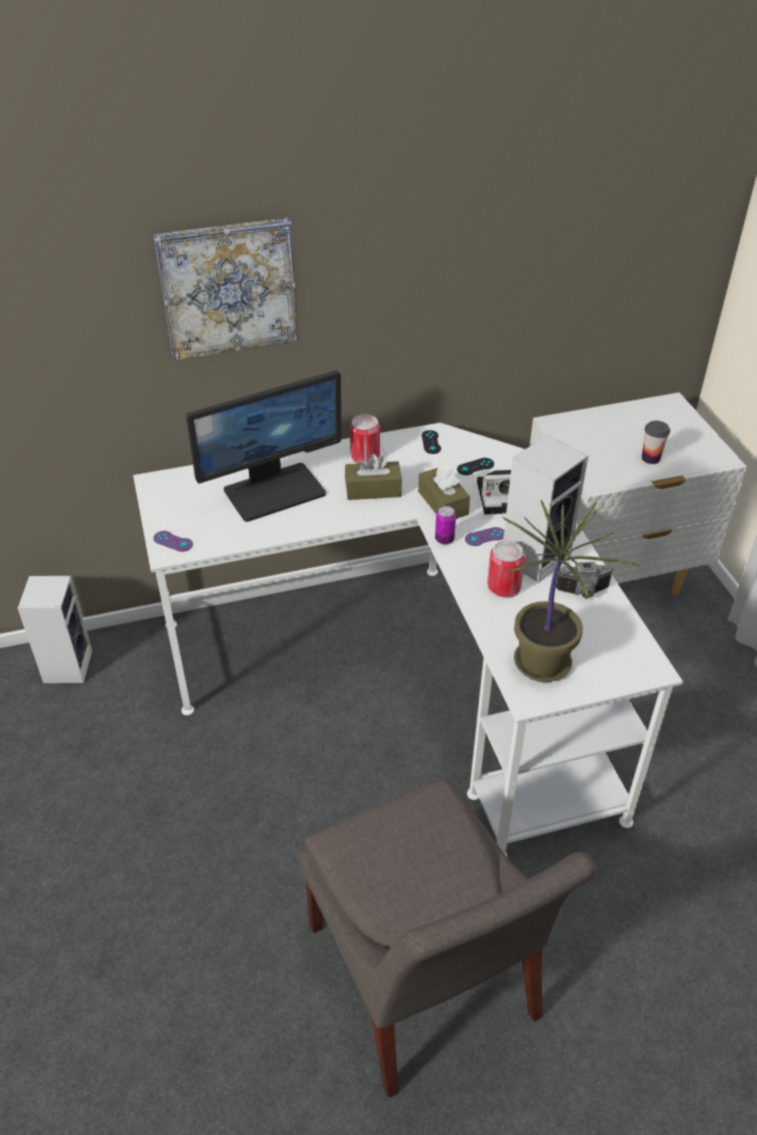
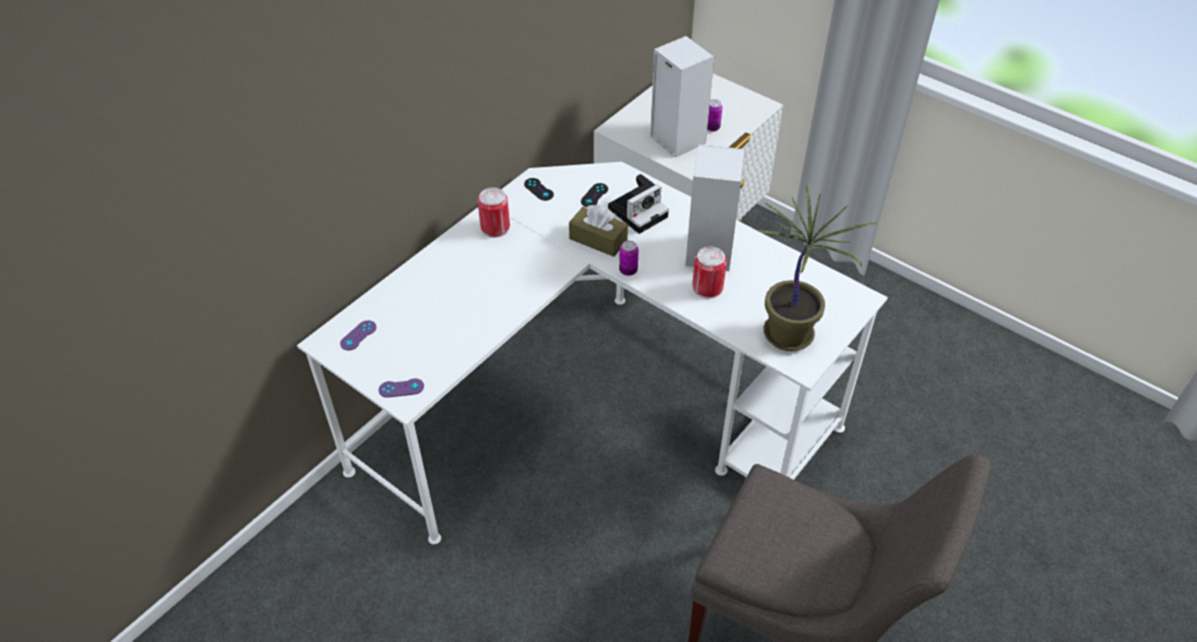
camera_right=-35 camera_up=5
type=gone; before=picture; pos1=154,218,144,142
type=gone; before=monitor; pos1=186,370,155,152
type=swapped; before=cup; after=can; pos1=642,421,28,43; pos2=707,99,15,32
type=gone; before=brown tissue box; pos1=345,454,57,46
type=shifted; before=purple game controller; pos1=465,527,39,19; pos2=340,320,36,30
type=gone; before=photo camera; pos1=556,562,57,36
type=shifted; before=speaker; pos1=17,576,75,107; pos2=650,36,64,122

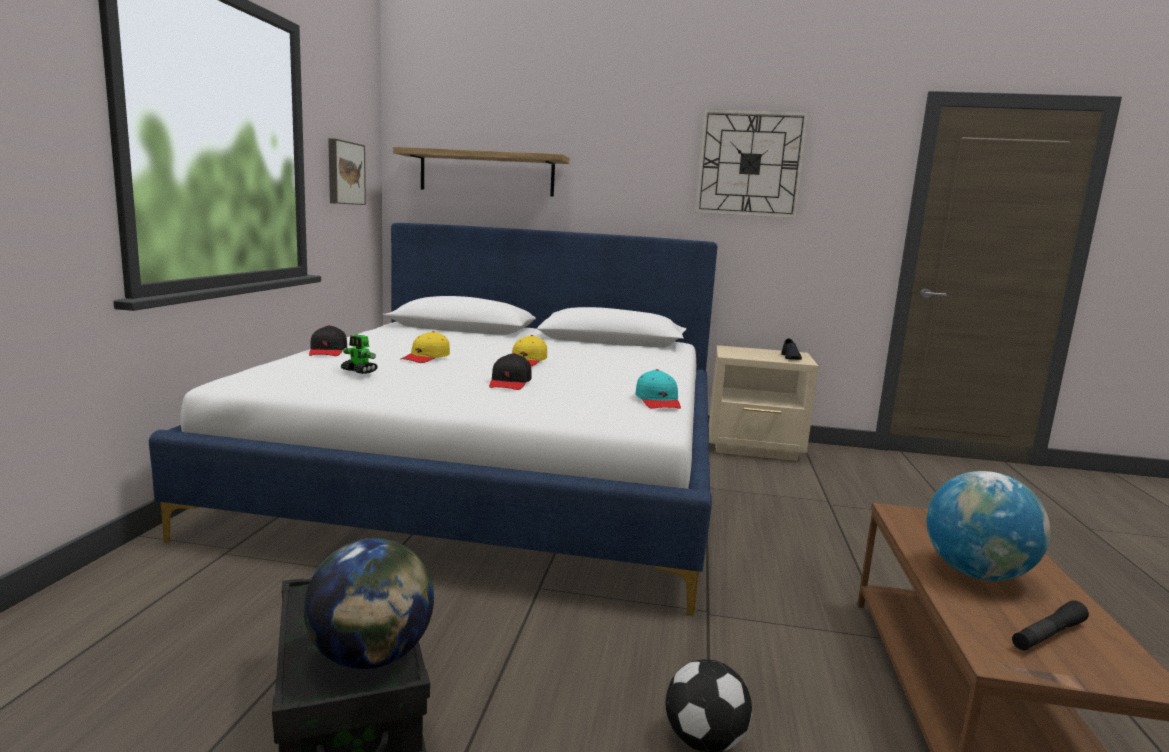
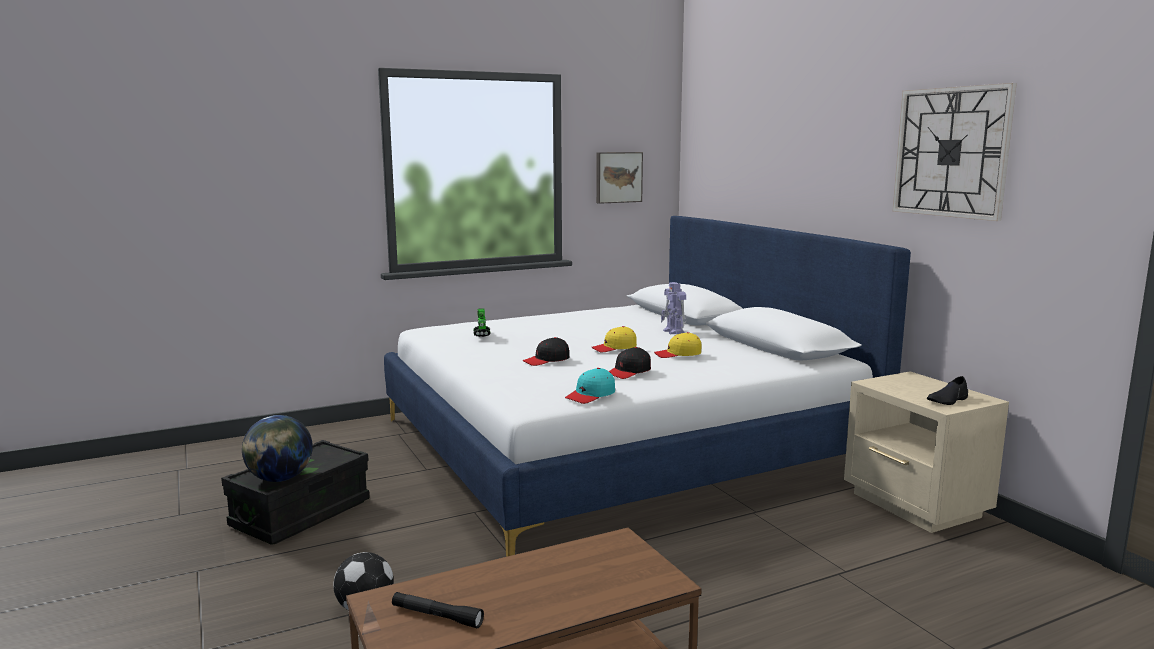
camera_right=55 camera_up=0
type=gone; before=shelf; pos1=393,147,176,49
type=shifted; before=black cap; pos1=309,325,38,31; pos2=609,347,42,32
type=shifted; before=yellow cap; pos1=401,331,49,32; pos2=654,332,48,26
type=gone; before=globe; pos1=926,471,124,110
type=new; after=toy robot; pos2=661,282,25,52

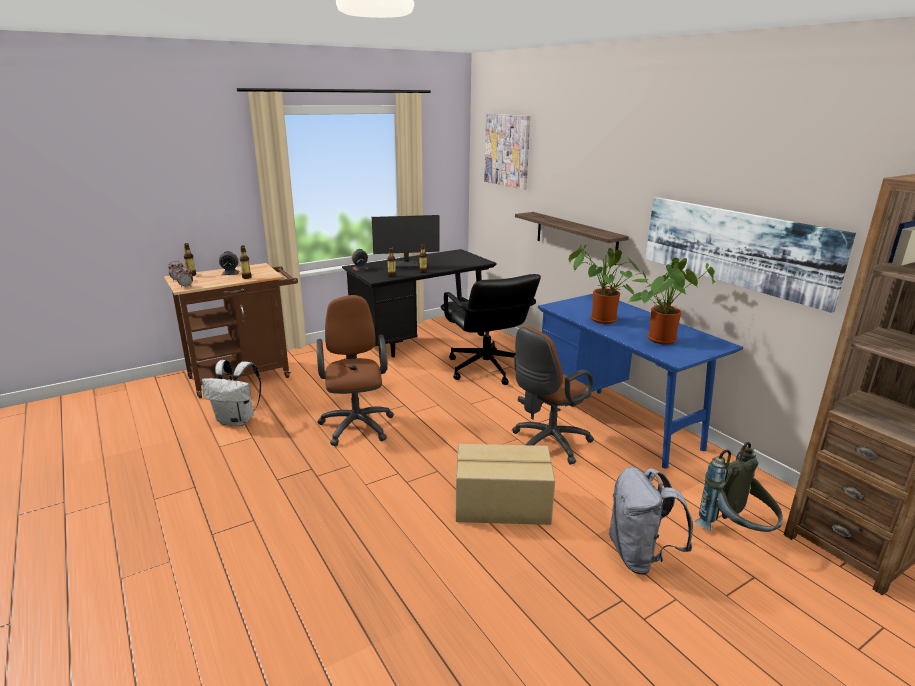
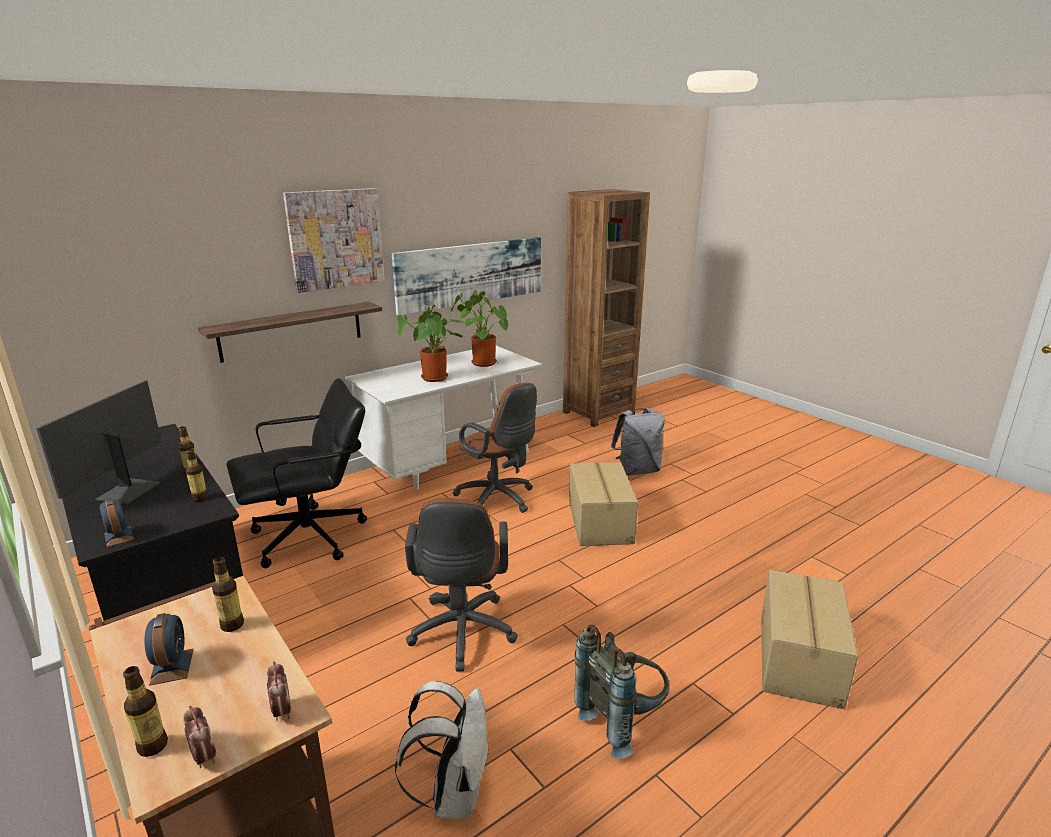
camera_right=-95 camera_up=0
type=shifted; before=picture; pos1=484,113,46,77; pos2=283,188,102,105
type=rotated; before=monitor; pos1=372,215,68,52; pos2=36,380,126,125; turn=-150
type=repainted; before=blue desk; after=white desk; pos1=538,294,205,175; pos2=345,346,197,144
type=rotated; before=brown office chair; pos1=317,295,77,151; pos2=405,498,113,174; turn=-75
type=shifted; before=grey backpack; pos1=695,442,88,90; pos2=574,625,95,134
type=new; after=cardboard box; pos2=761,570,97,139

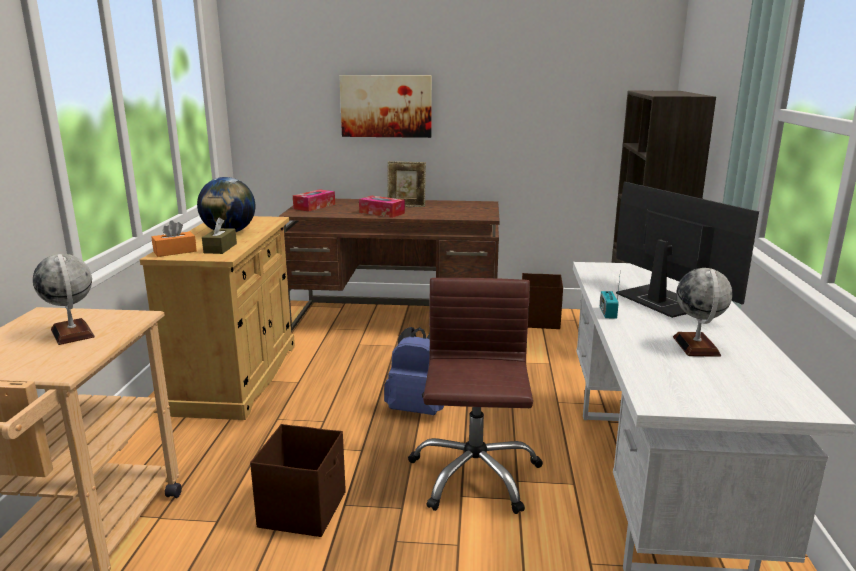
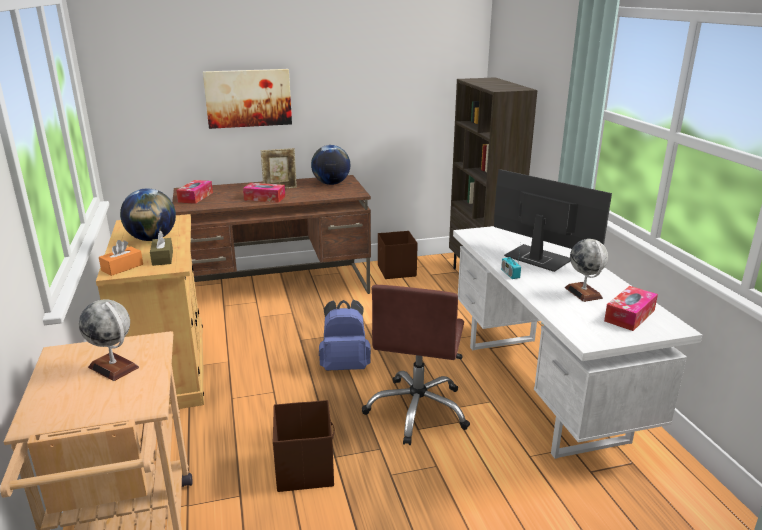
camera_right=-20 camera_up=5
type=rotated; before=brown office chair; pos1=408,278,135,236; pos2=362,285,108,160; turn=-150
type=new; after=globe; pos2=311,145,39,40
type=new; after=tissue box; pos2=604,286,54,45

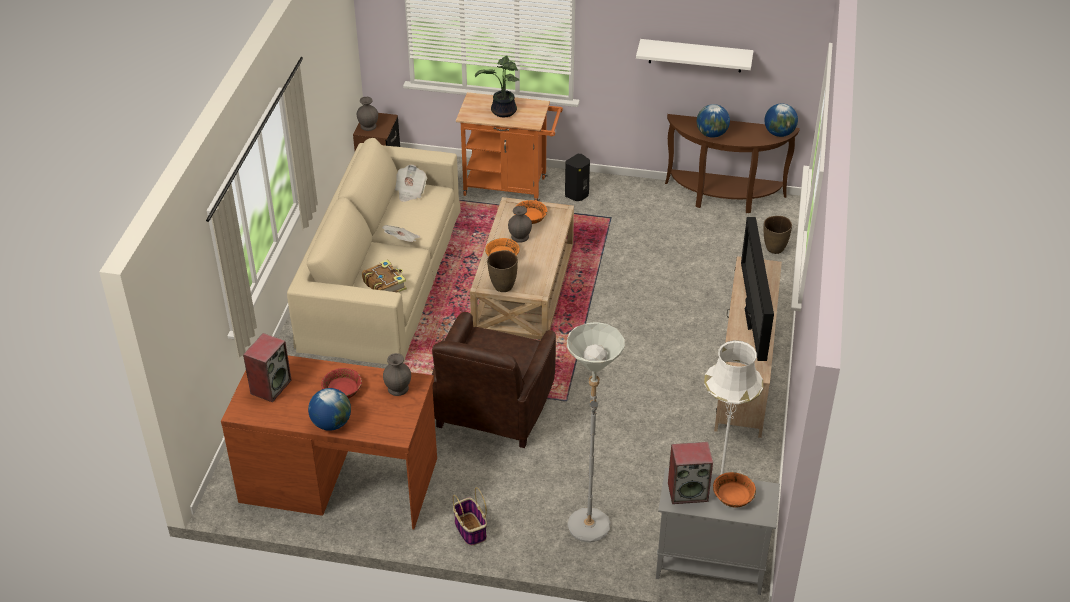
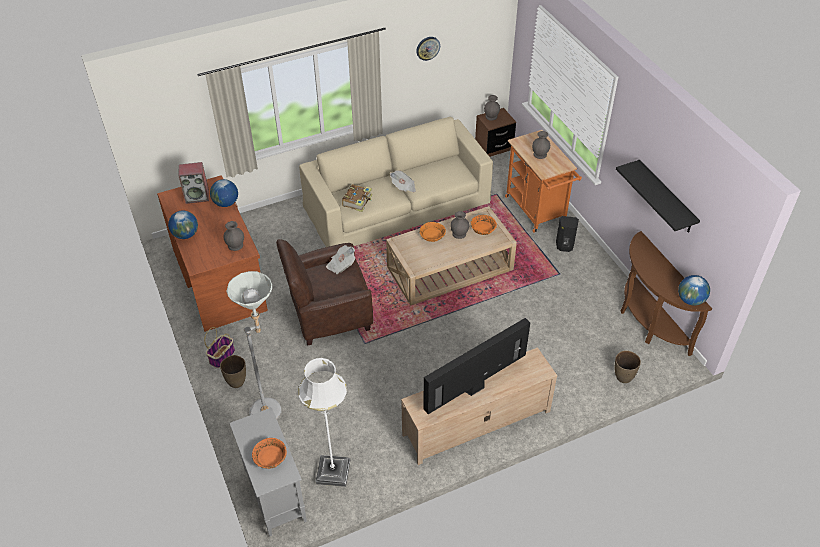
camera_right=55 camera_up=5
type=repainted; before=white shelf; after=black shelf; pos1=636,39,117,34; pos2=616,160,84,73
type=swapped; before=potted plant; after=grey vase; pos1=475,55,44,62; pos2=532,131,18,28
type=shifted; before=globe; pos1=697,104,33,34; pos2=210,179,28,28
type=shifted; before=newspaper; pos1=395,165,32,37; pos2=326,245,29,29
type=shifted; before=brown vase; pos1=487,250,31,42; pos2=220,355,26,33
type=gone; before=red bowl; pos1=321,368,41,31
type=gone; before=speaker; pos1=668,442,45,62
type=new; after=wall clock; pos2=416,37,24,24

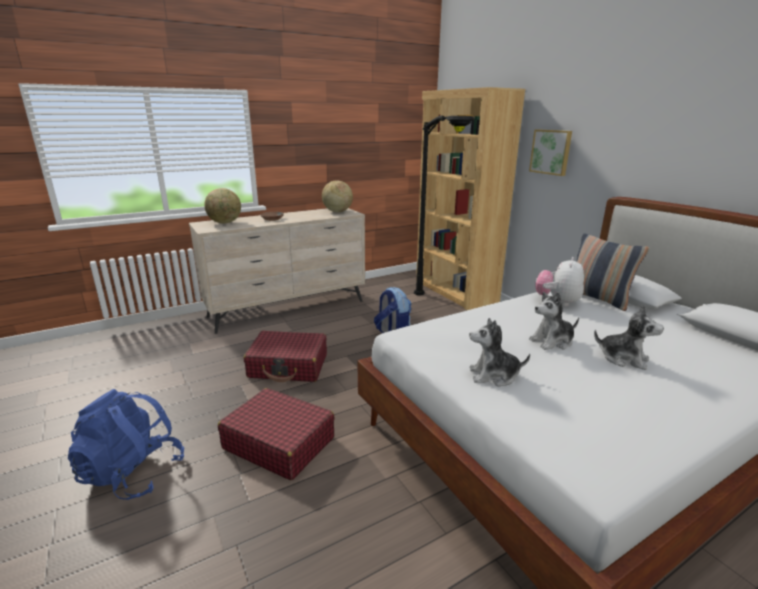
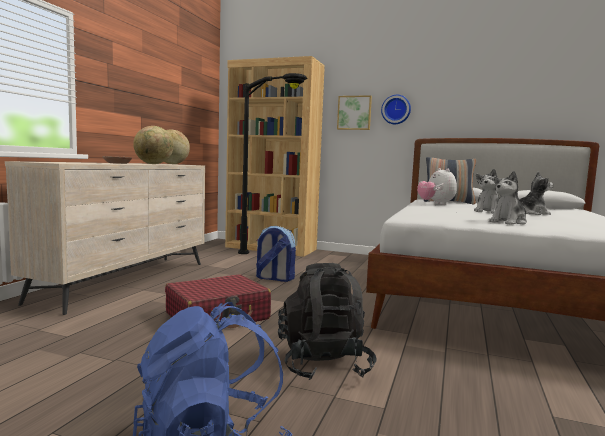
camera_right=-40 camera_up=-15
type=shifted; before=globe; pos1=204,188,37,36; pos2=133,126,41,38
type=swapped; before=red suitcase; after=black backpack; pos1=218,388,117,92; pos2=278,263,99,117
type=new; after=wall clock; pos2=381,95,30,29

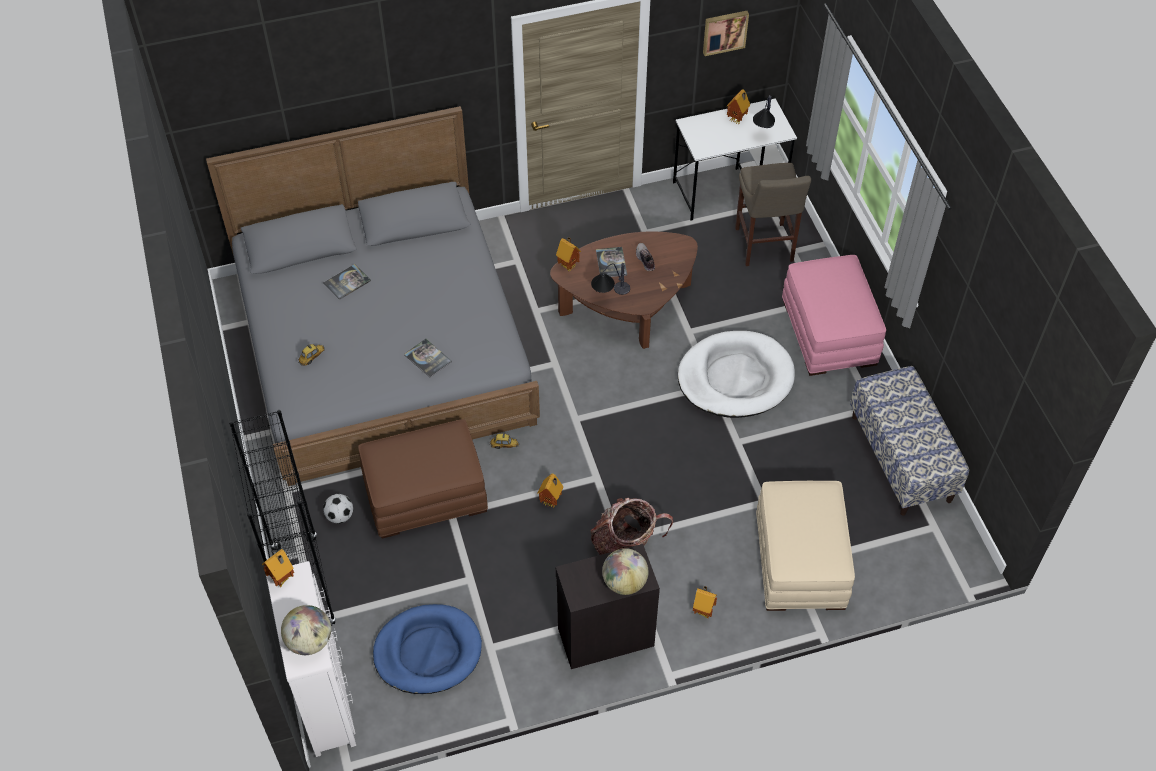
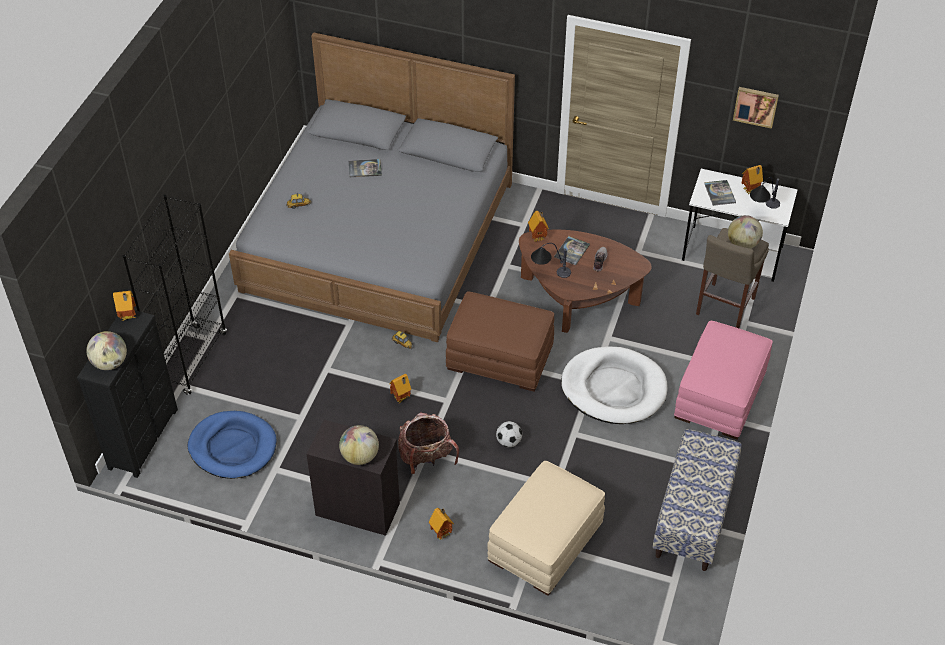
camera_right=35 camera_up=-5
type=shifted; before=book; pos1=404,339,48,39; pos2=704,180,32,26
type=shifted; before=brown ottoman; pos1=358,419,130,120; pos2=446,291,108,101
type=shifted; before=football; pos1=323,494,30,30; pos2=496,421,26,26
type=repainted; before=white dresser; after=black dresser; pos1=266,561,90,196; pos2=77,310,101,168
type=new; after=globe; pos2=728,215,35,34

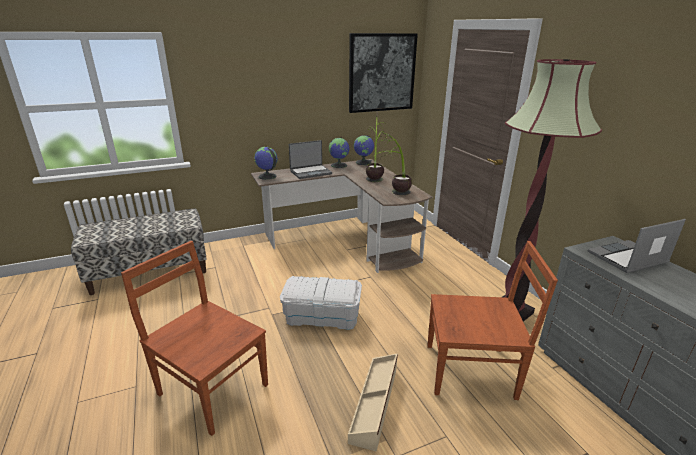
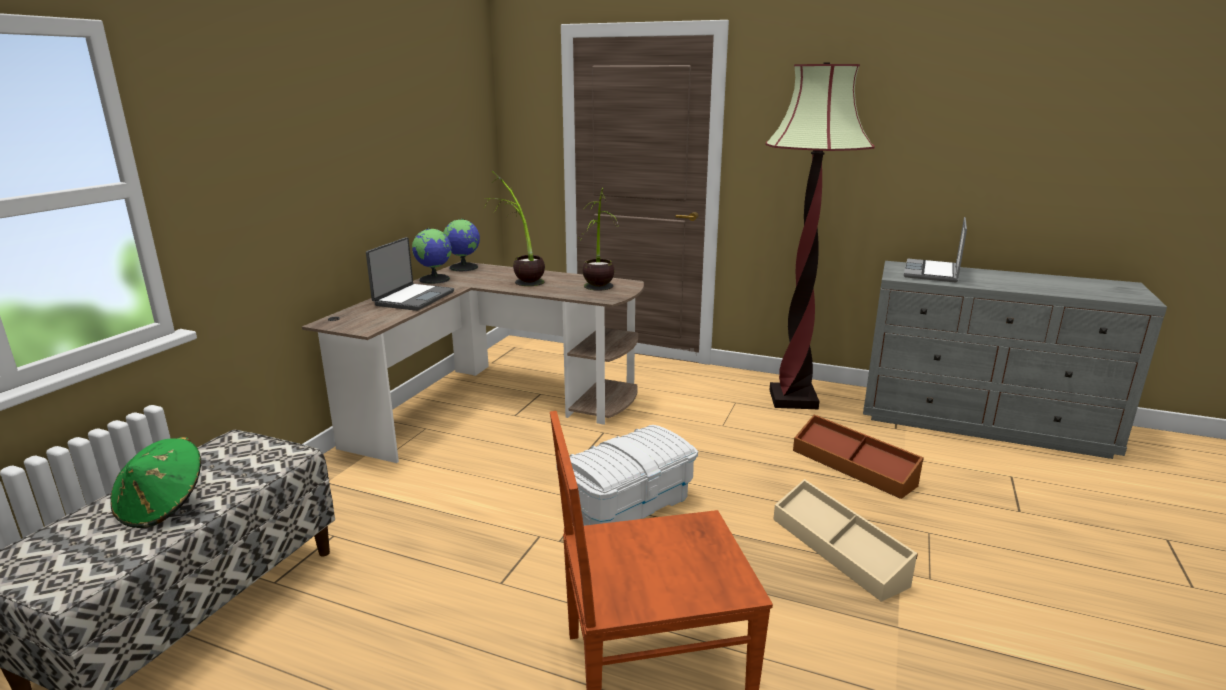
camera_right=-45 camera_up=-5
type=gone; before=picture; pos1=349,33,69,80
type=gone; before=globe; pos1=254,147,24,33
type=swapped; before=brown chair; after=brown storage box; pos1=427,241,131,159; pos2=793,415,131,84
type=new; after=green hat; pos2=110,437,91,91

